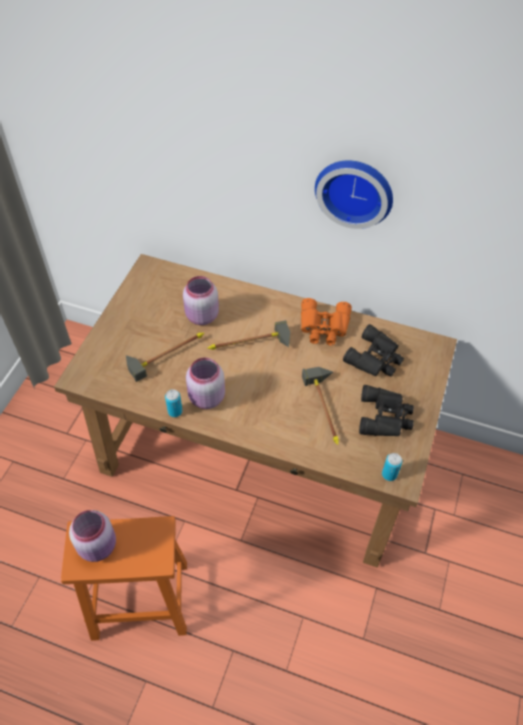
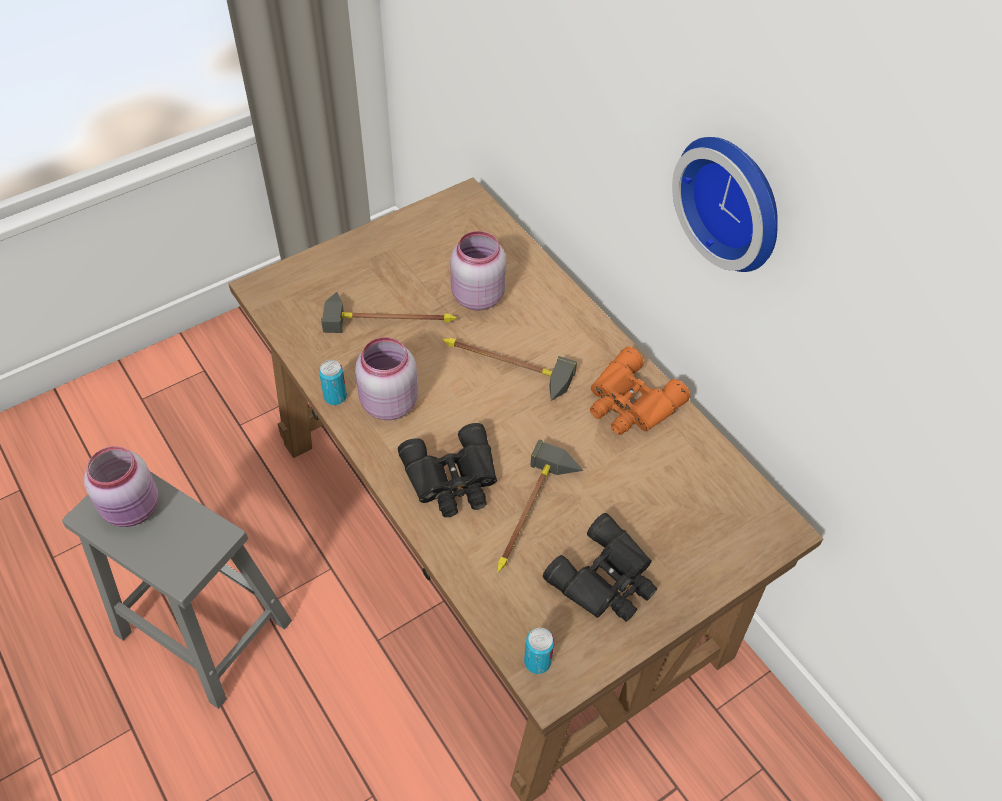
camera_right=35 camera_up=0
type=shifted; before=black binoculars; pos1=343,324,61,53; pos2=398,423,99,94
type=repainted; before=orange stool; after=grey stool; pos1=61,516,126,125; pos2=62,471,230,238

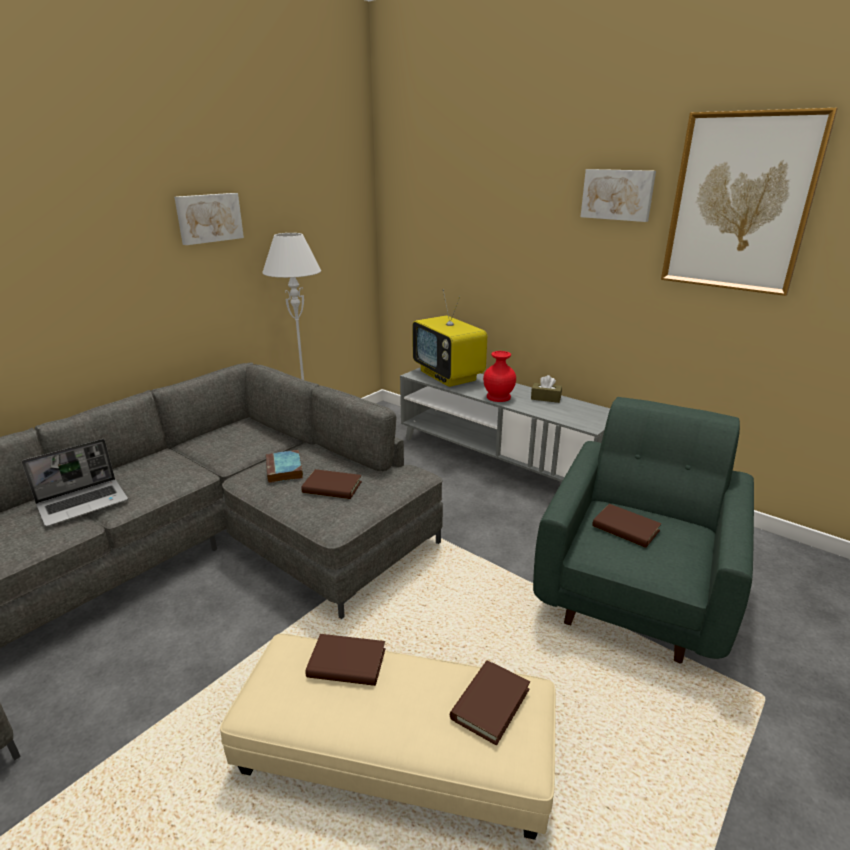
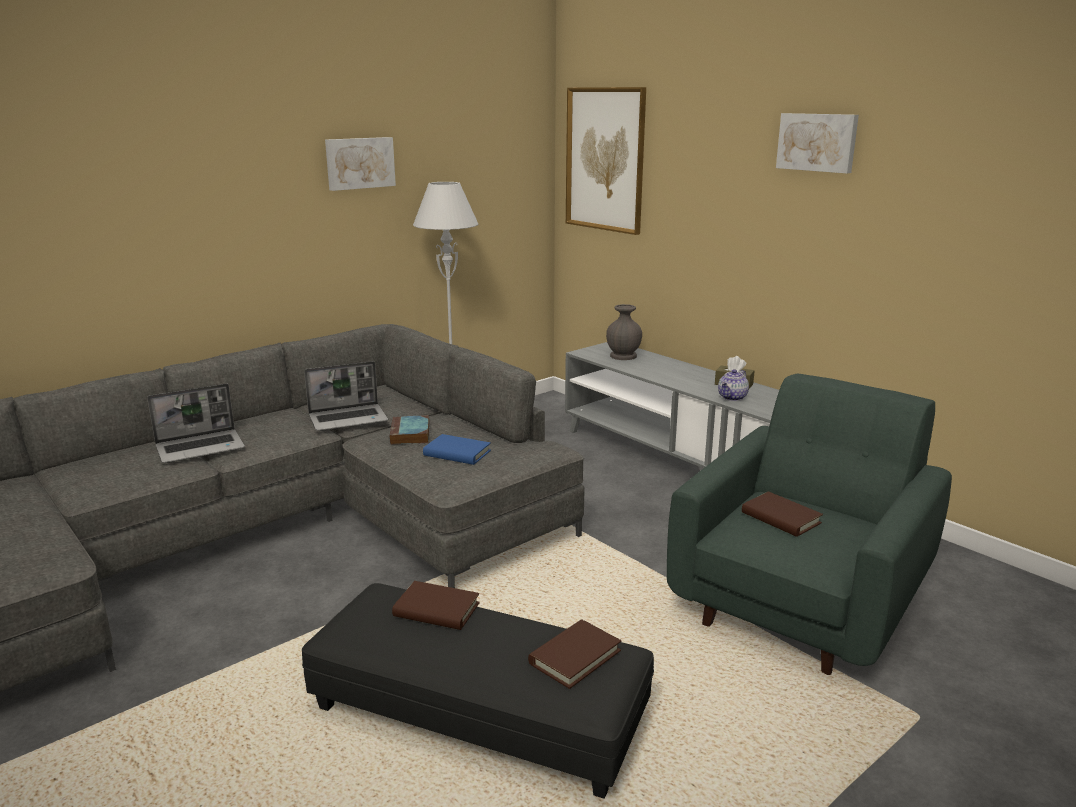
camera_right=10 camera_up=-5
type=shifted; before=picture; pos1=661,108,177,188; pos2=566,87,80,148
type=swapped; before=television; after=grey vase; pos1=412,289,75,98; pos2=606,304,36,56
type=gone; before=red vase; pos1=483,351,33,51
type=repainted; before=brown book; after=blue book; pos1=301,469,61,30; pos2=423,434,68,31
type=repainted; before=beige ottoman; after=black ottoman; pos1=220,633,336,207; pos2=302,583,352,216
type=new; after=laptop; pos2=304,361,84,70
type=new; after=teapot; pos2=718,369,31,32

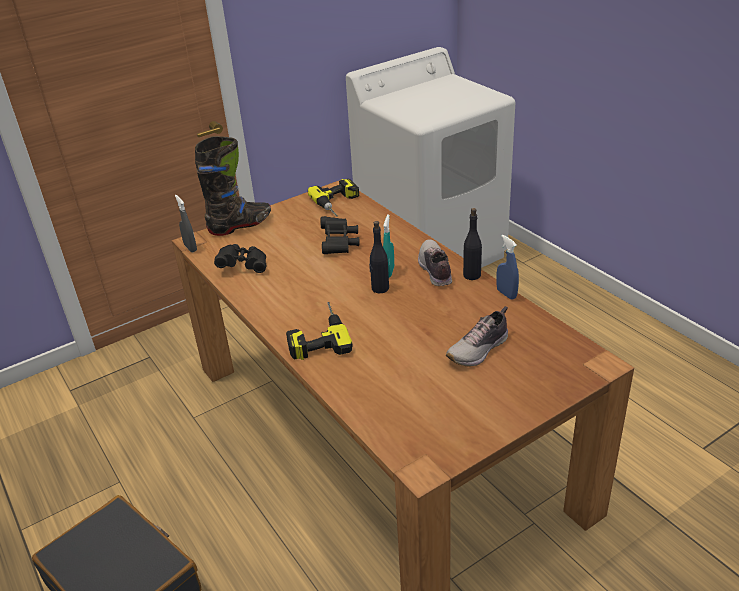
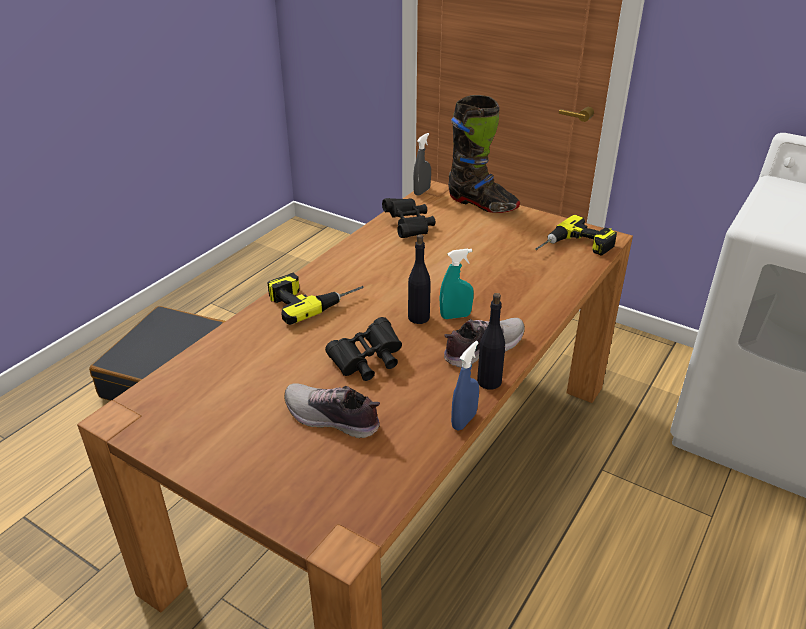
camera_right=65 camera_up=0
type=shifted; before=black binoculars; pos1=321,216,38,38; pos2=325,317,77,64

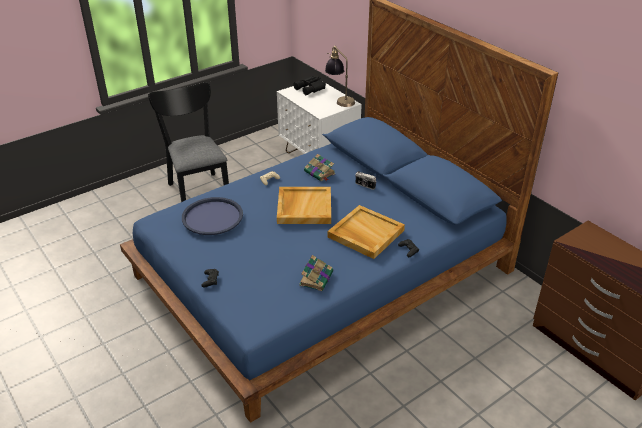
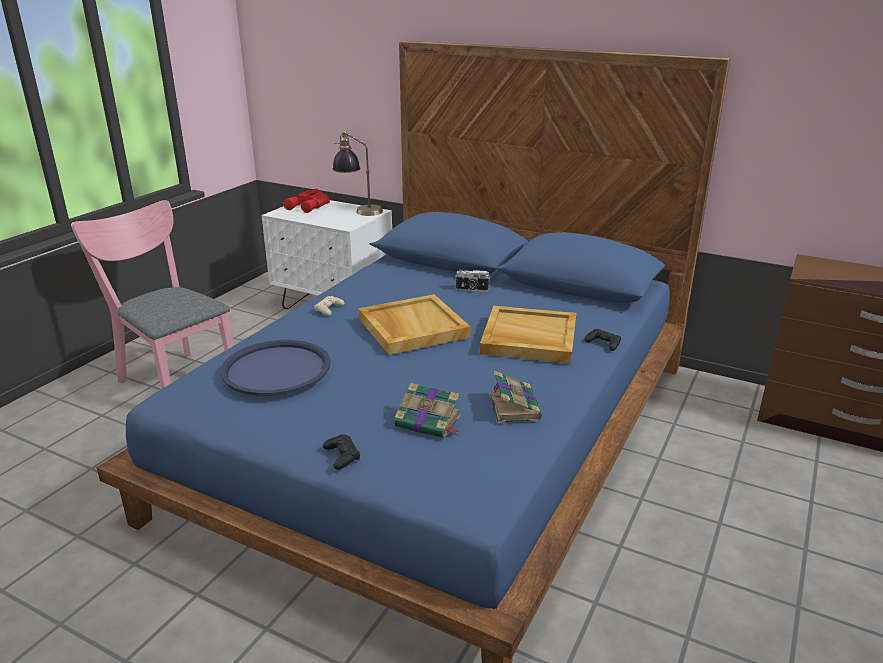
camera_right=-25 camera_up=-10
type=repainted; before=black binoculars; after=red binoculars; pos1=293,77,33,18; pos2=283,188,47,25
type=repainted; before=black chair; after=pink chair; pos1=148,82,81,120; pos2=71,200,163,189
type=shifted; before=book; pos1=304,154,32,27; pos2=394,383,67,55

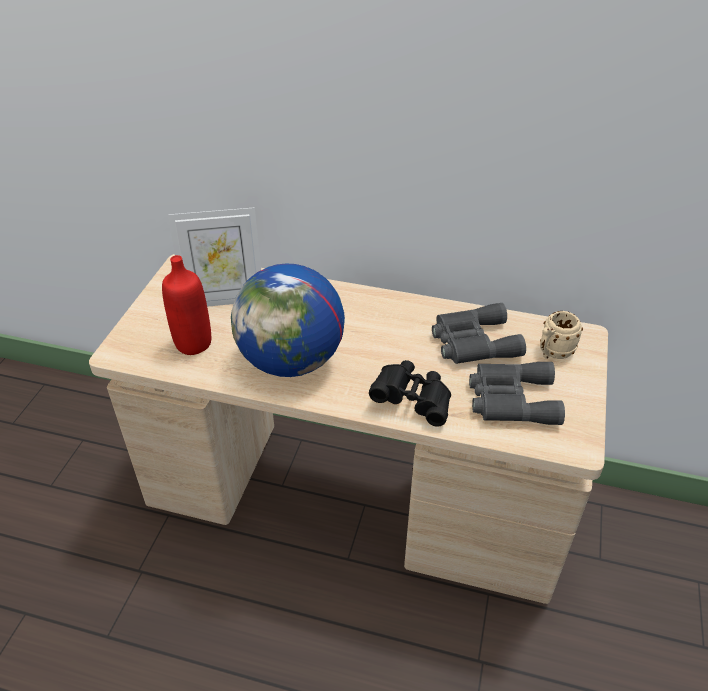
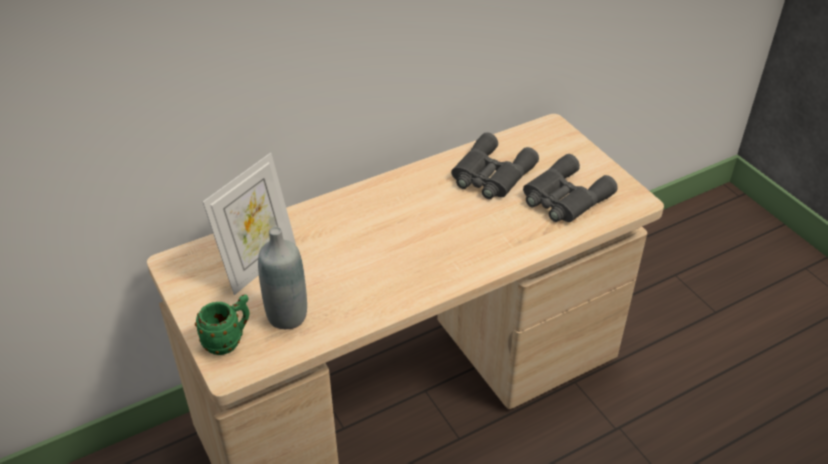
camera_right=-45 camera_up=0
type=repainted; before=red bottle; after=grey bottle; pos1=162,255,49,100; pos2=258,227,49,102
type=gone; before=globe; pos1=231,263,114,114
type=gone; before=beige mug; pos1=540,311,43,48
type=gone; before=black binoculars; pos1=369,360,82,67
type=new; after=green mug; pos2=195,294,55,61

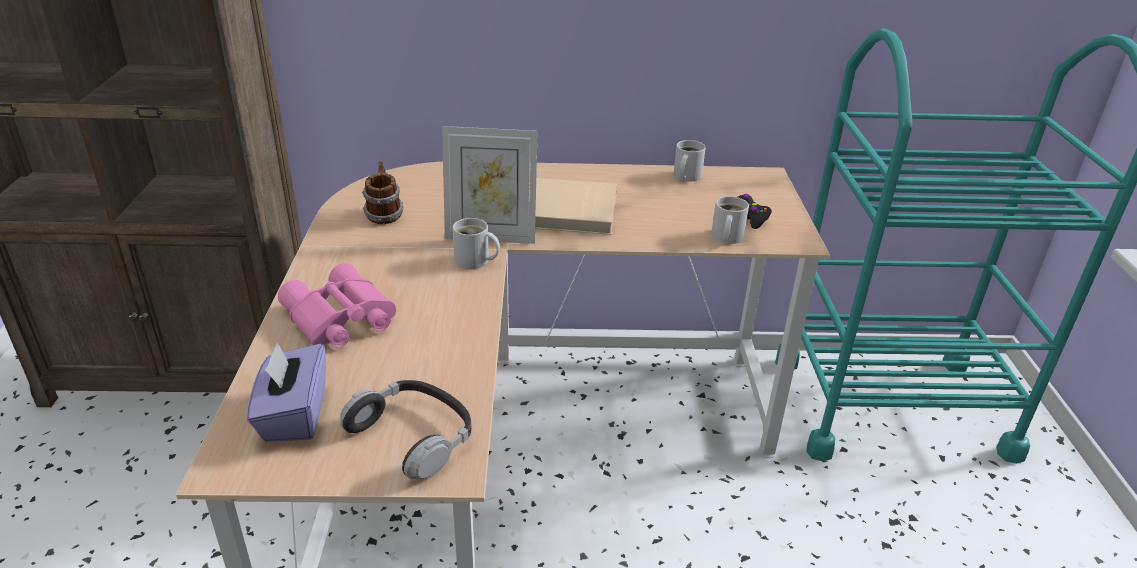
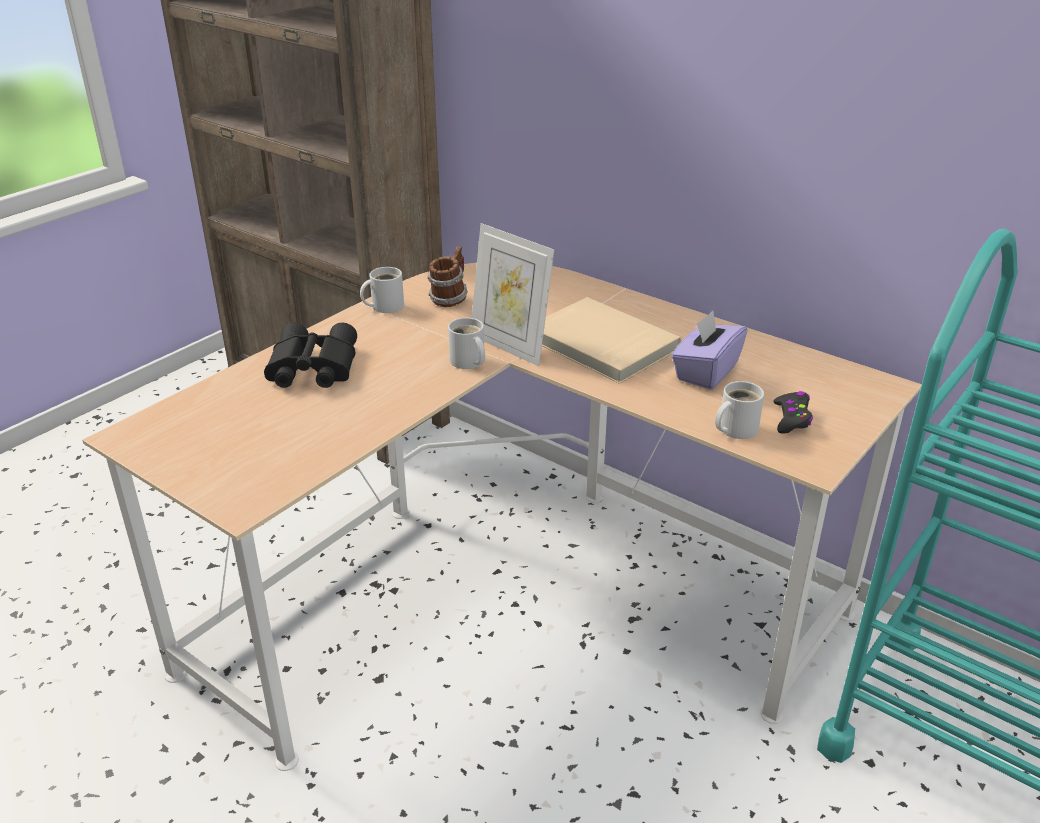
camera_right=40 camera_up=0
type=shifted; before=white mug; pos1=674,140,32,42; pos2=360,267,44,46
type=repainted; before=pink binoculars; after=black binoculars; pos1=278,263,118,84; pos2=264,322,93,66
type=shifted; before=purple tissue box; pos1=247,343,79,99; pos2=672,311,75,79
type=gone; before=headphones; pos1=340,380,131,99

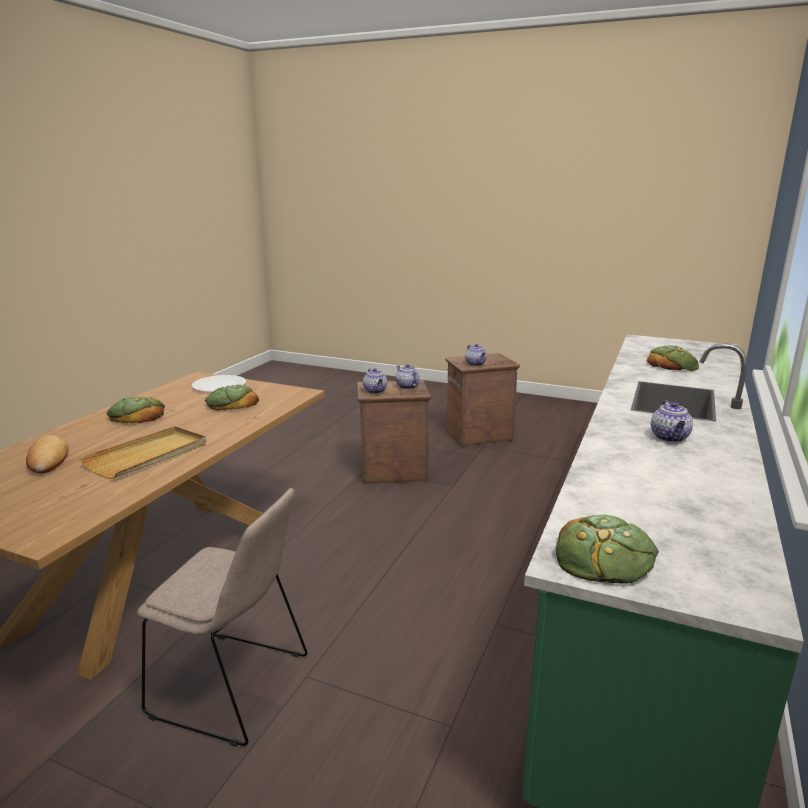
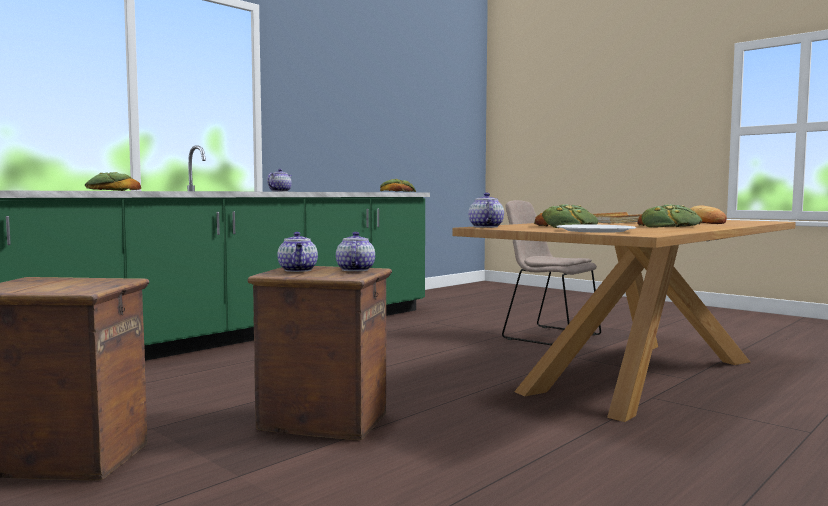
camera_right=-160 camera_up=-15
type=shifted; before=teapot; pos1=465,344,22,22; pos2=468,192,36,36

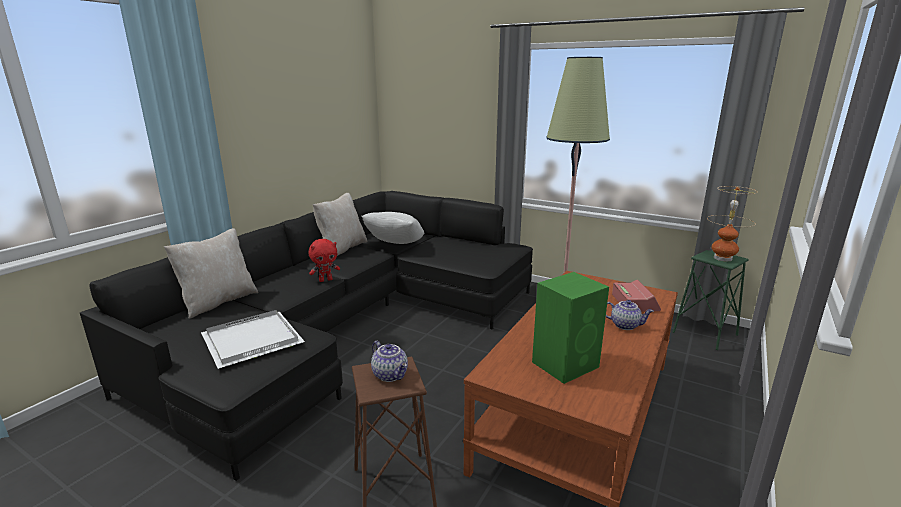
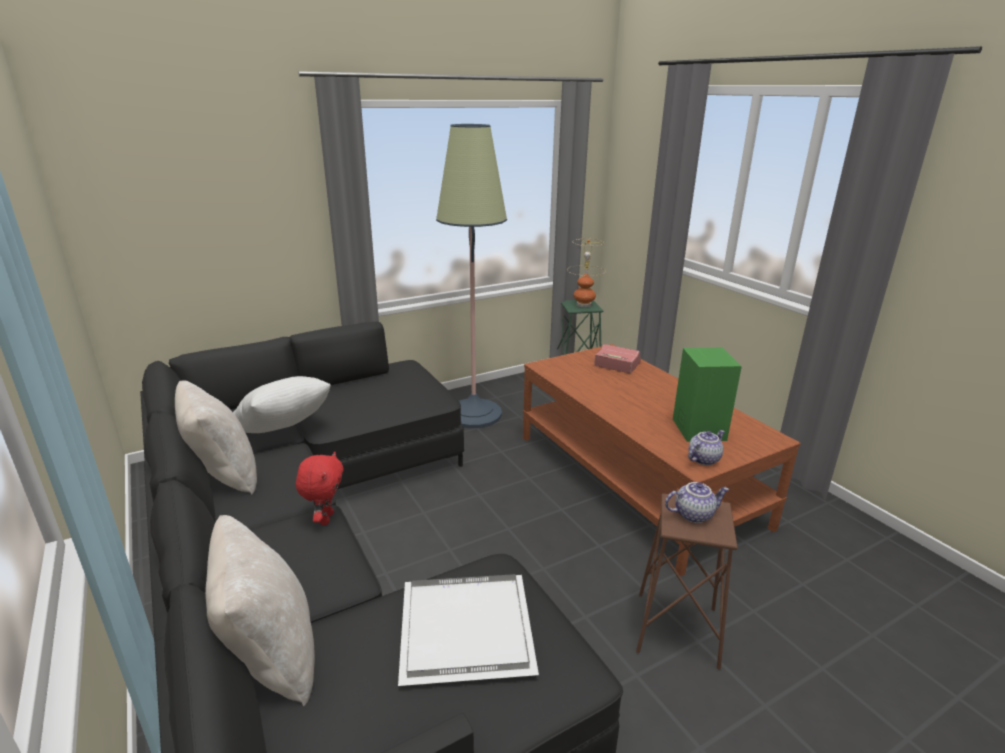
camera_right=-60 camera_up=5
type=shifted; before=teapot; pos1=606,300,48,30; pos2=688,430,37,35

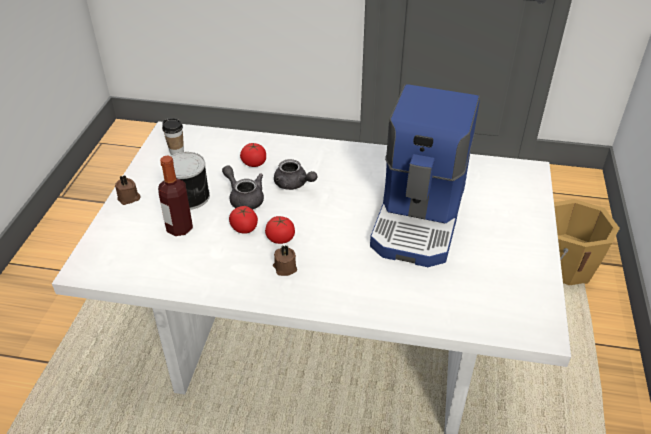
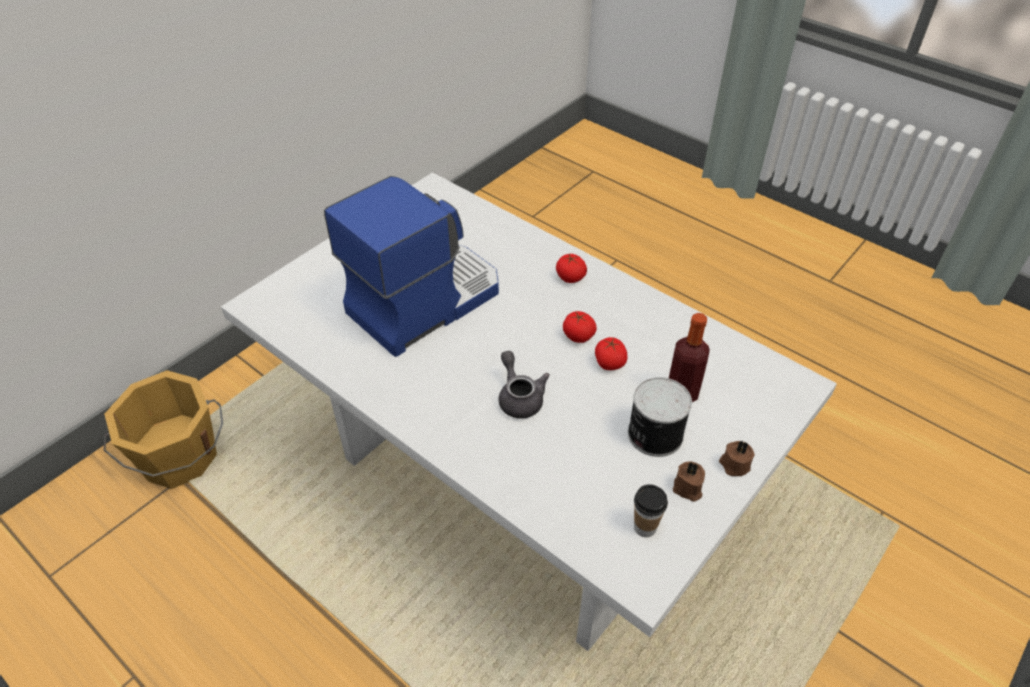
camera_right=-150 camera_up=5
type=shifted; before=tomato; pos1=240,143,26,24; pos2=556,254,31,29
type=gone; before=grey teapot; pos1=222,165,42,45
type=shifted; before=brown candle; pos1=273,245,24,31; pos2=673,461,32,41

